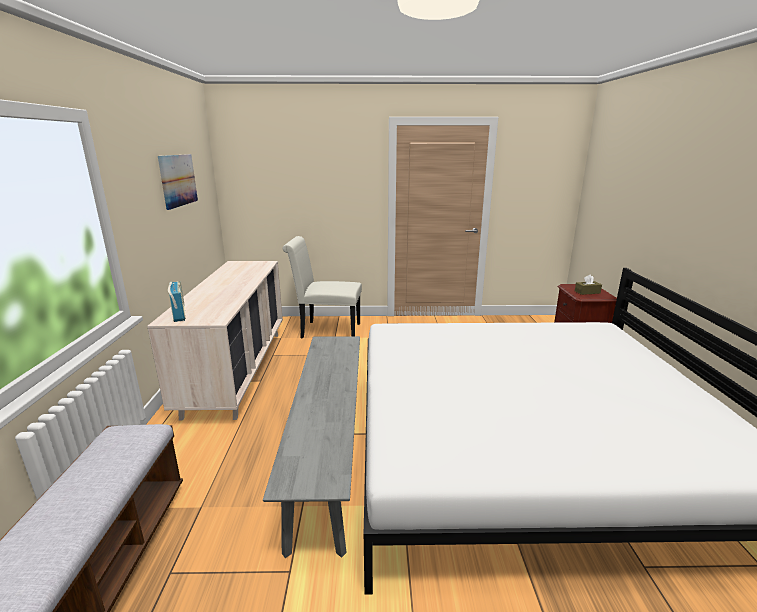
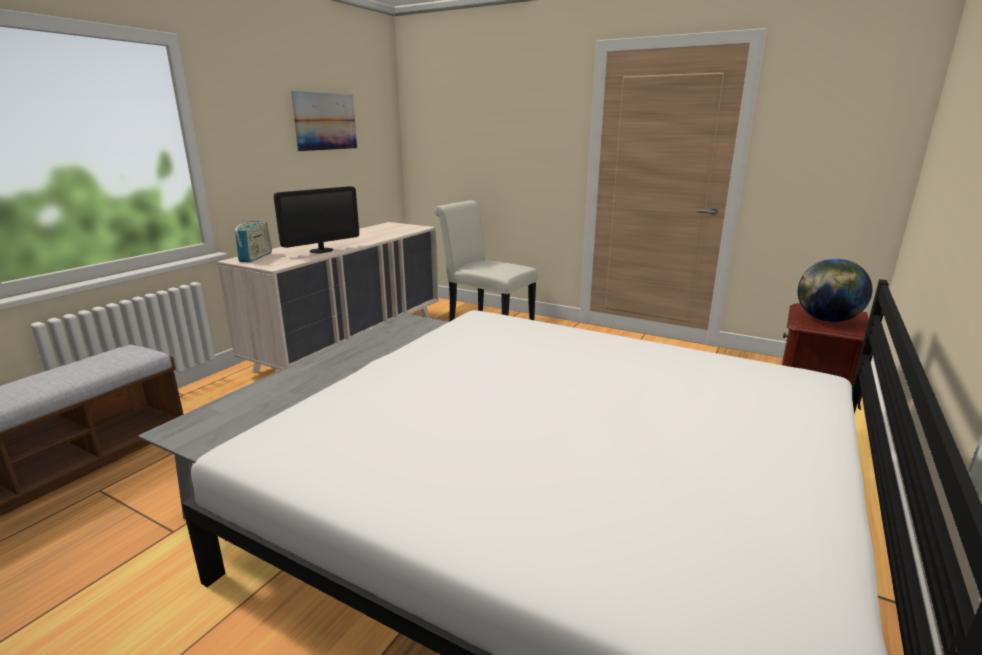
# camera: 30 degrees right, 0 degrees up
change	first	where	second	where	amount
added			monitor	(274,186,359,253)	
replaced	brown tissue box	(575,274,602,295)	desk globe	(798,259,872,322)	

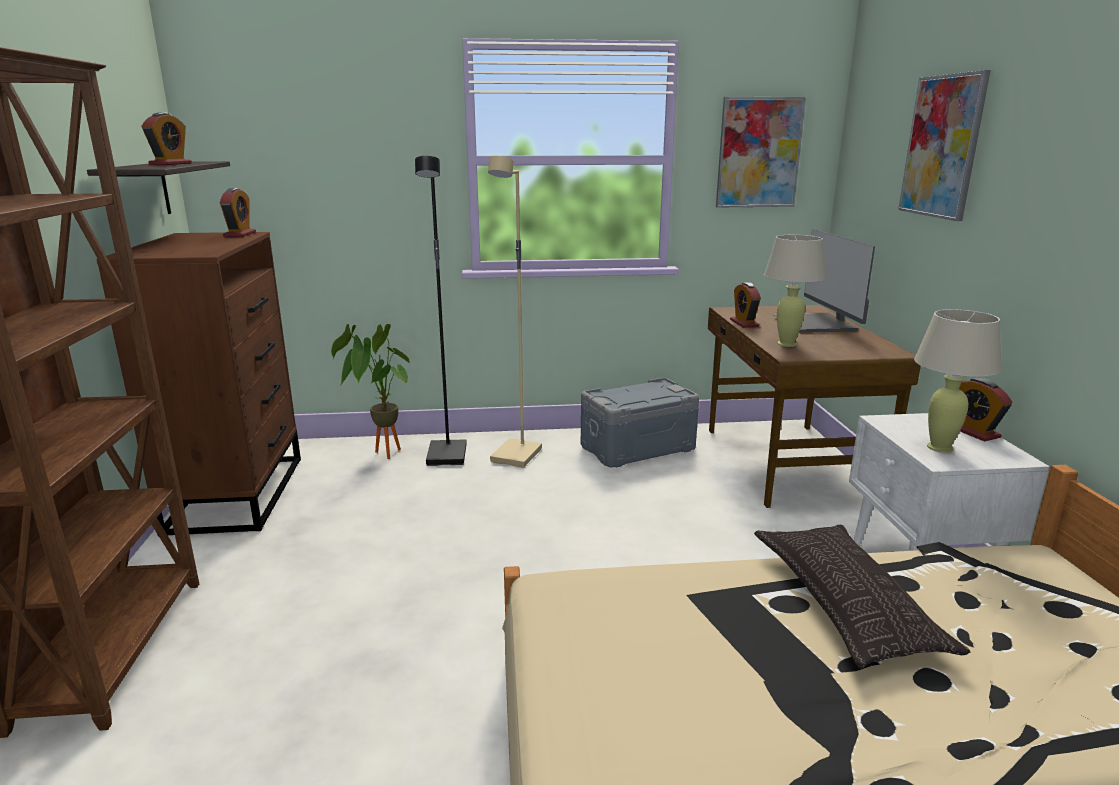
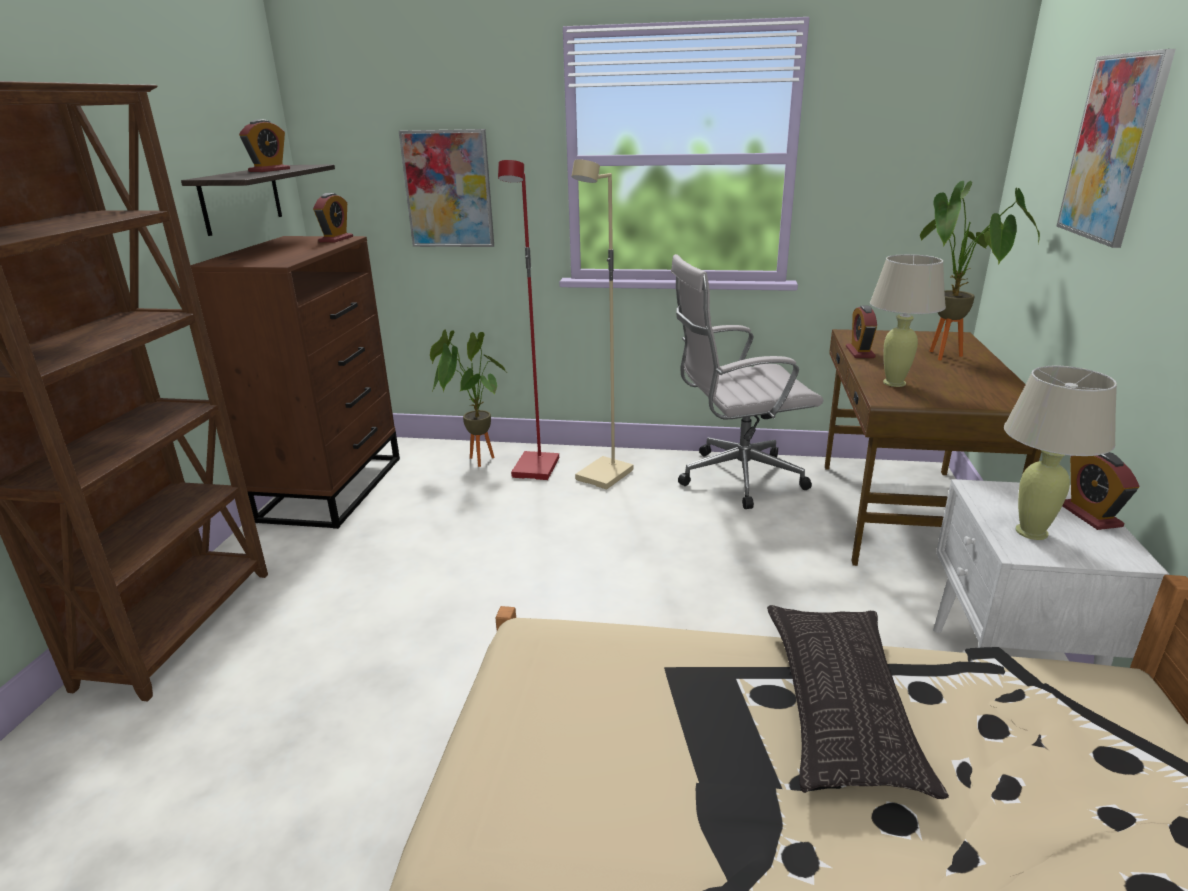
# camera: 15 degrees right, 5 degrees up
change	first	where	second	where	amount
moved	picture	(716,97,806,207)		(399,129,494,247)	
recoloured	blackish floor lamp	(415,156,467,466)	red-coloured floor lamp	(498,160,559,480)	
replaced	gray storage box	(581,378,699,468)	white desk chair	(671,254,823,509)	
replaced	monitor	(774,229,875,332)	plant in a pot	(920,181,1040,360)	

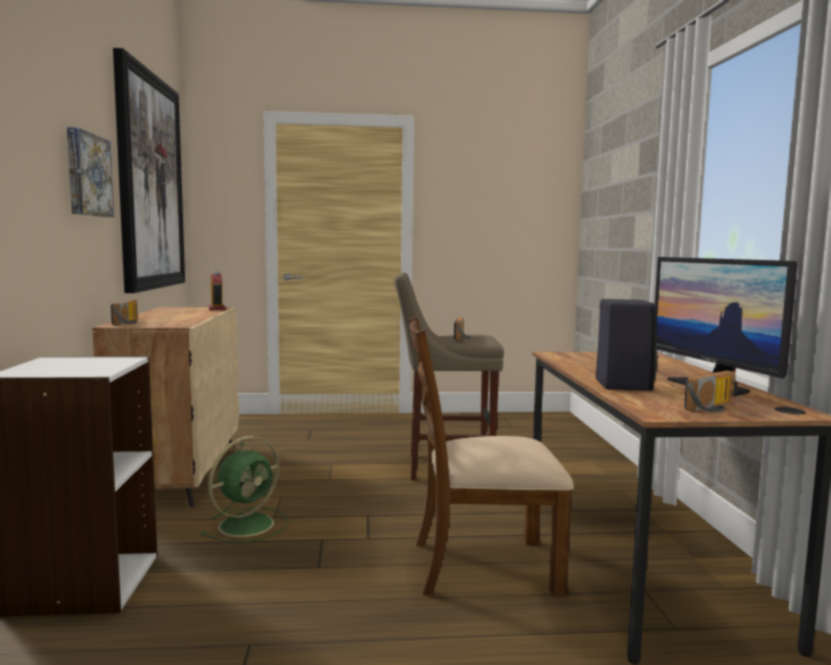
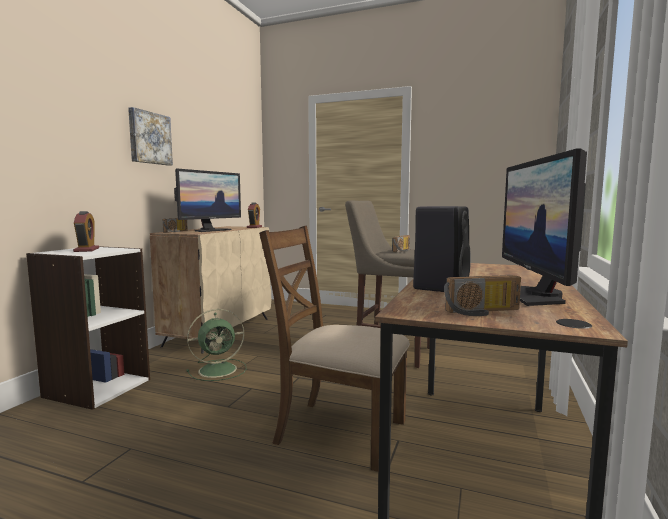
# camera: 25 degrees right, 0 degrees up
change	first	where	second	where	amount
added			alarm clock	(73,211,99,252)	
added			monitor	(174,169,241,232)	
removed	picture	(113,48,185,293)			

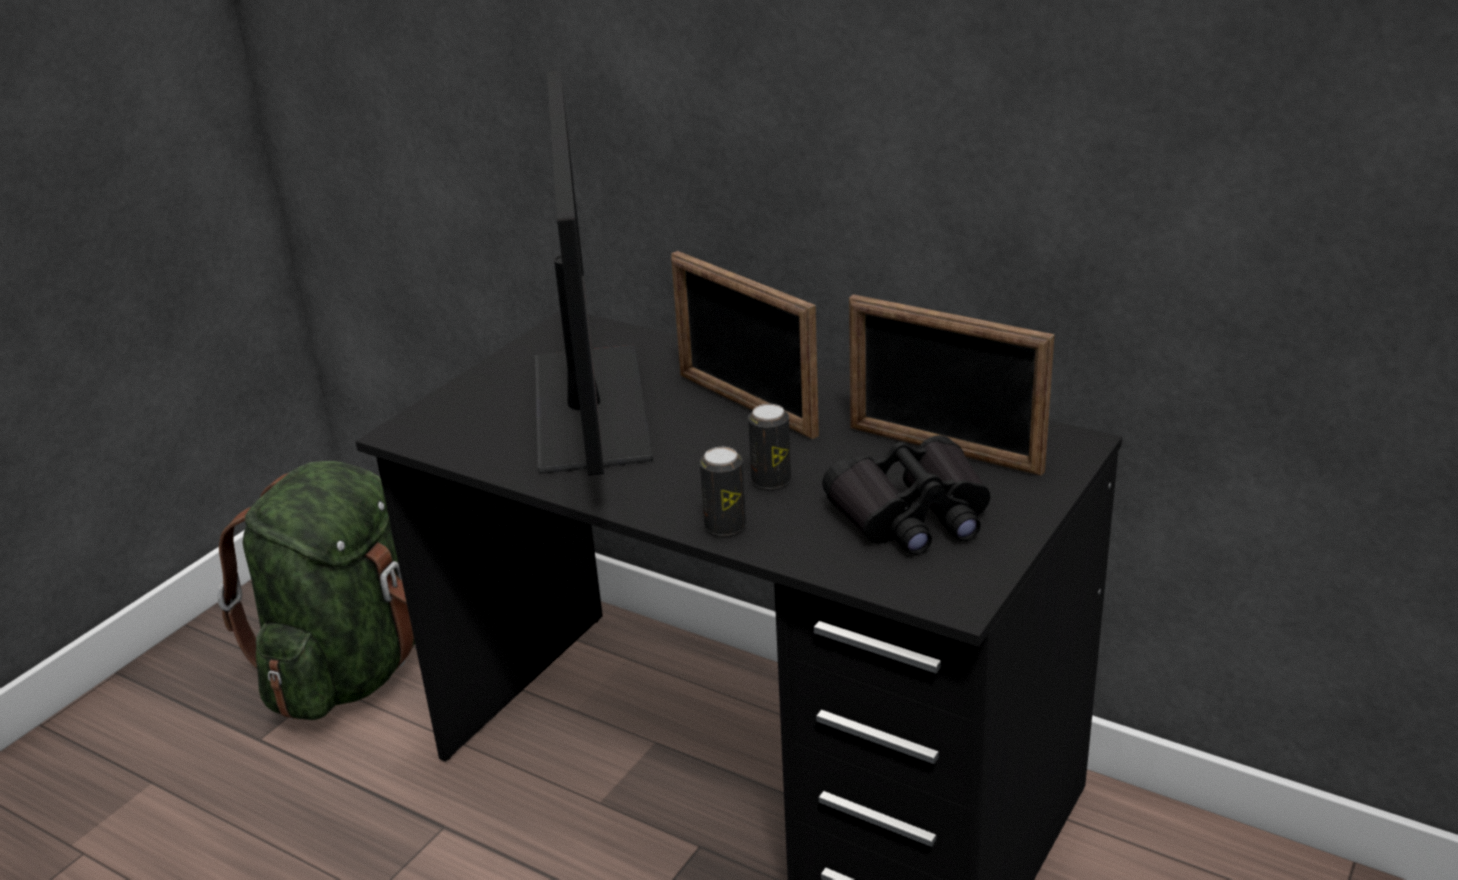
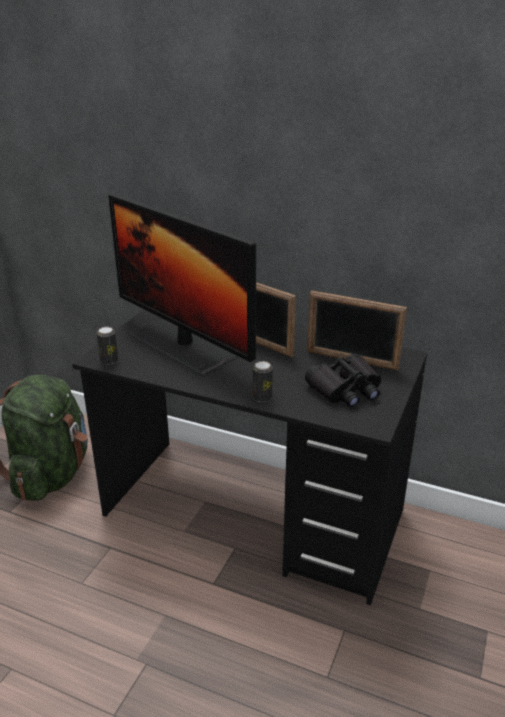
# camera: 10 degrees left, 0 degrees up
change	first	where	second	where	amount
moved	sealed can	(748,404,791,489)		(97,327,118,365)	
turned	monitor	(535,70,653,476)		(108,194,256,375)	150 degrees clockwise

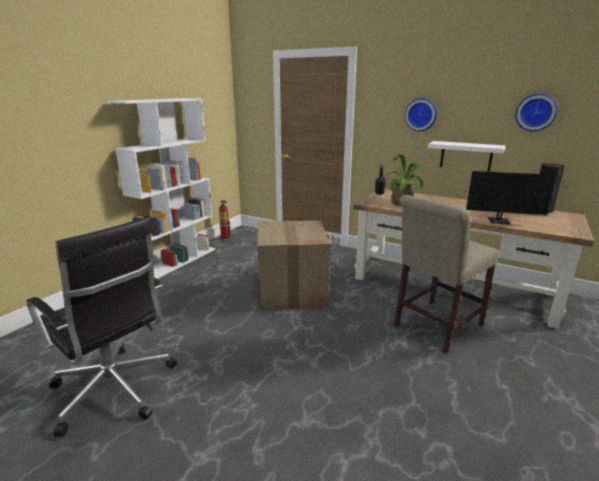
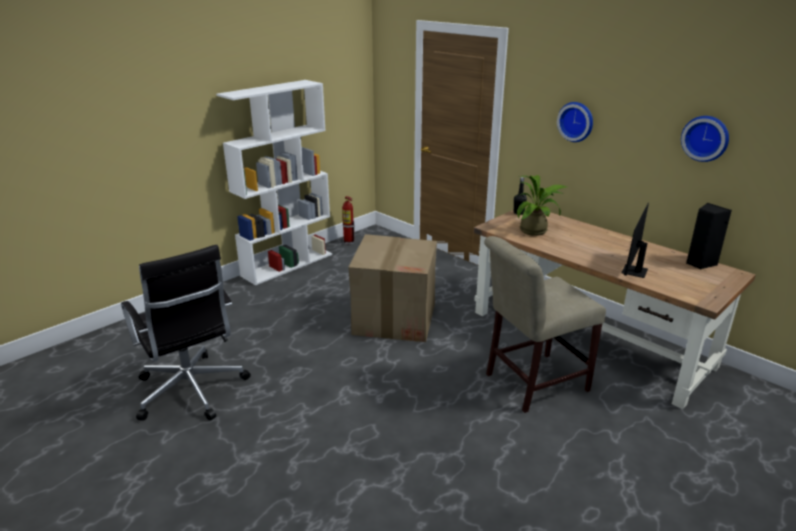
# camera: 15 degrees right, 5 degrees up
change	first	where	second	where	amount
turned	monitor	(466,171,573,225)		(622,202,649,278)	90 degrees clockwise
removed	white bracket shelf	(428,141,506,172)			

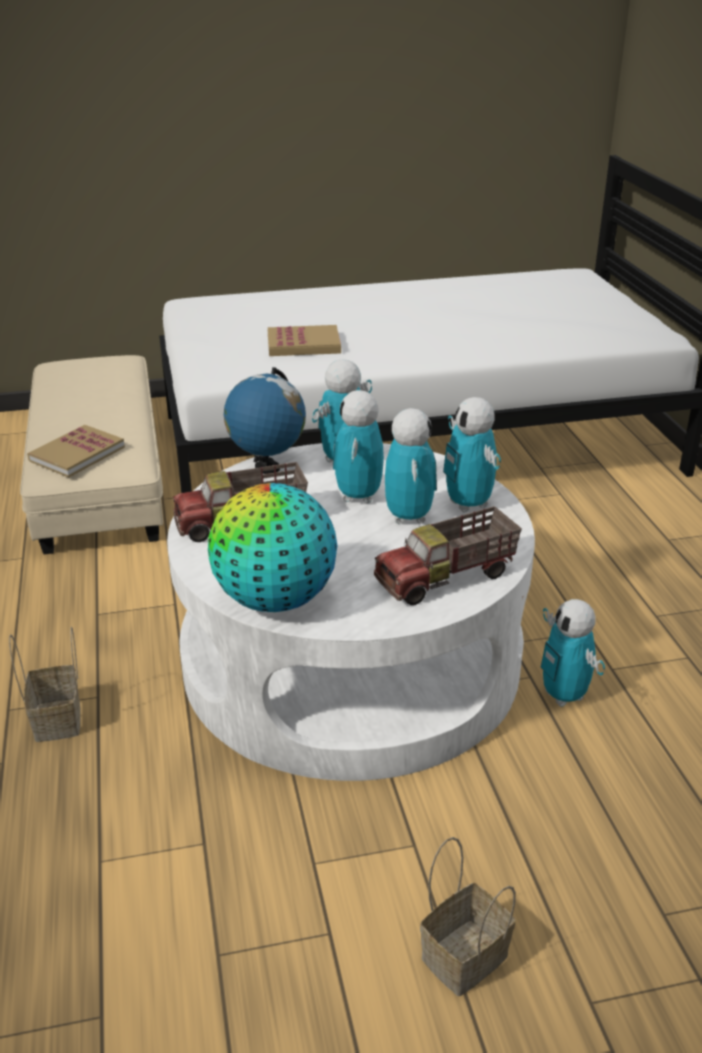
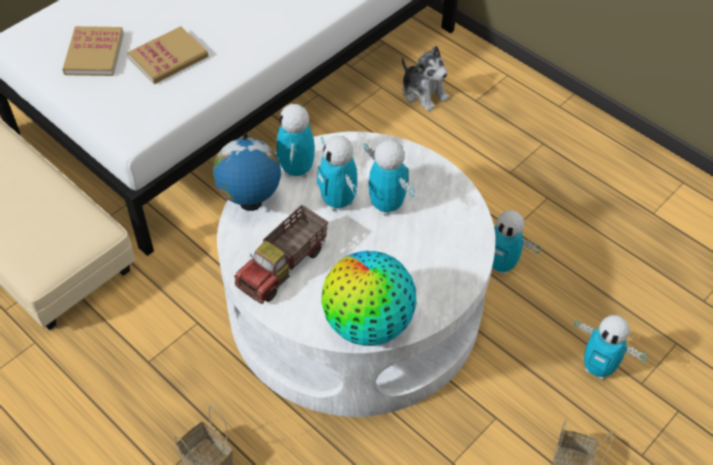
# camera: 35 degrees left, 20 degrees up
change	first	where	second	where	amount
moved	bound book	(27,425,125,477)		(62,26,124,76)	
added			soft toy	(402,46,449,111)	
moved	toy robot	(443,397,501,513)		(574,315,647,380)	
removed	toy lorry	(374,506,522,605)			

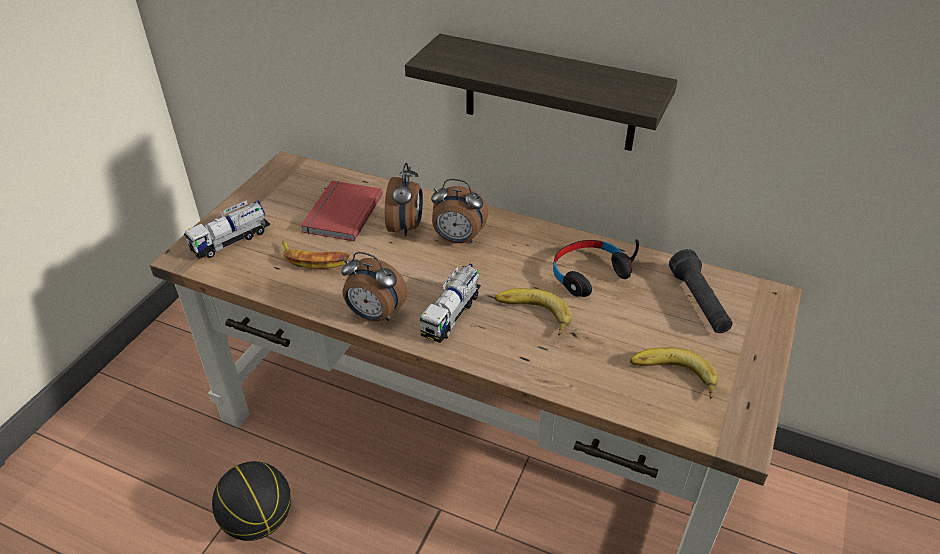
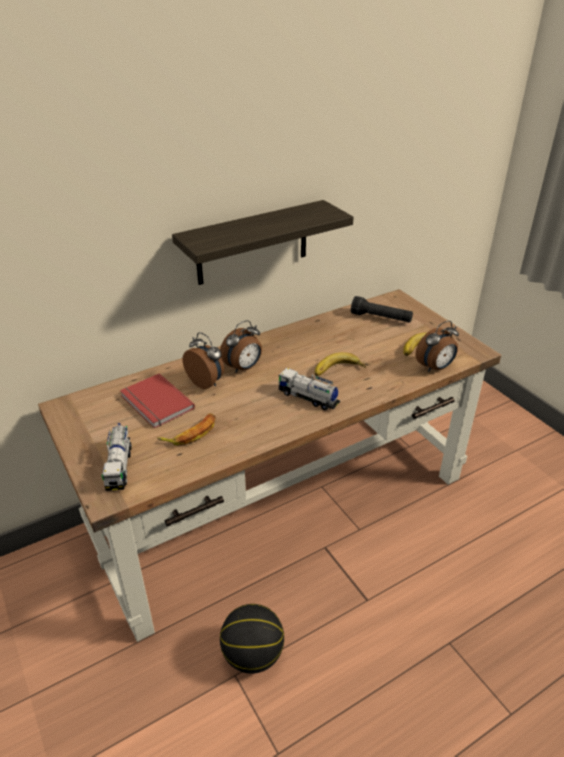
# camera: 55 degrees left, 5 degrees down
change	first	where	second	where	amount
turned	toy lorry	(420,264,481,343)		(279,368,340,410)	150 degrees clockwise
moved	alarm clock	(341,252,408,321)		(416,321,459,372)	
removed	blackish headset	(553,239,639,297)			

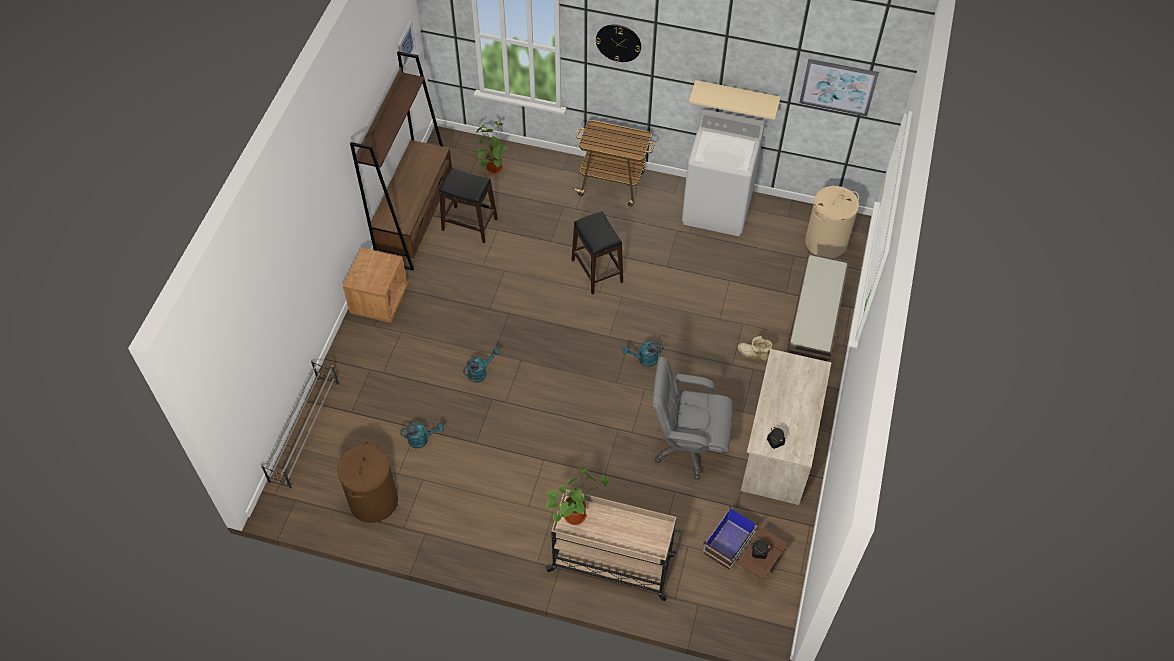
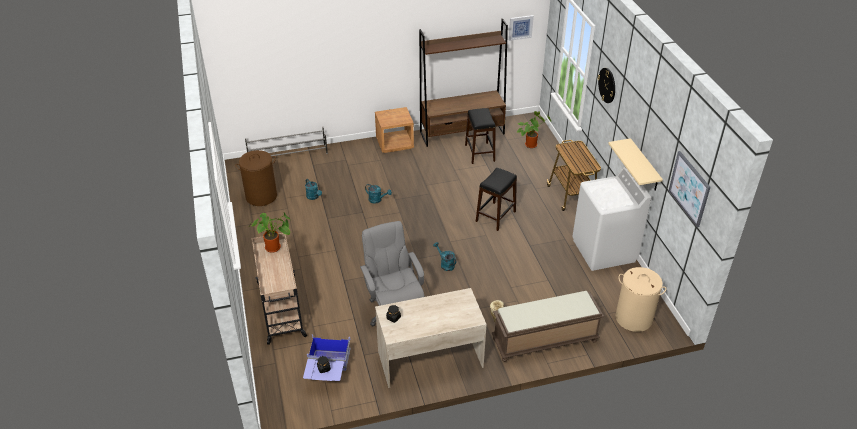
# camera: 60 degrees right, 15 degrees down
change	first	where	second	where	amount
recoloured	brown storage box	(703,504,787,579)	blue storage box	(303,334,351,381)	

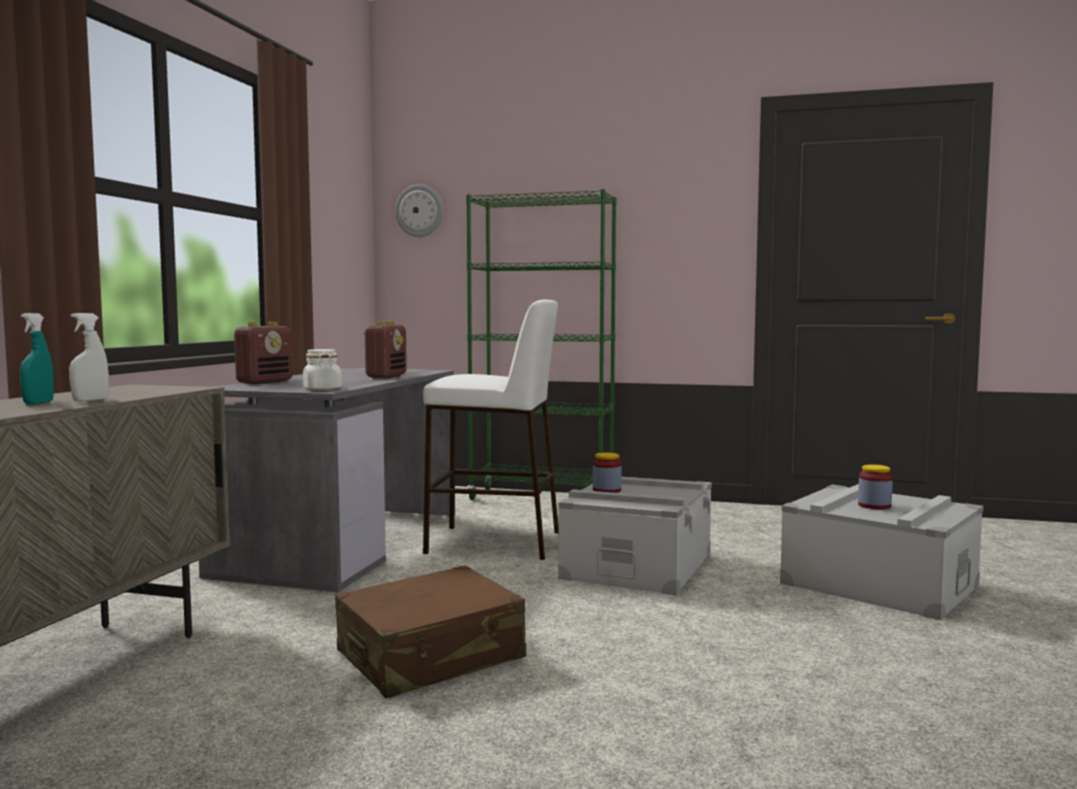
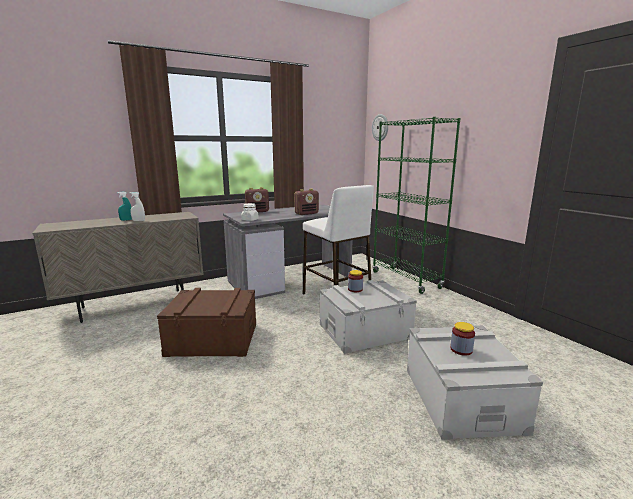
# camera: 45 degrees right, 10 degrees up
change	first	where	second	where	amount
replaced	brown suitcase	(335,565,526,698)	brown storage box	(157,288,256,357)	

